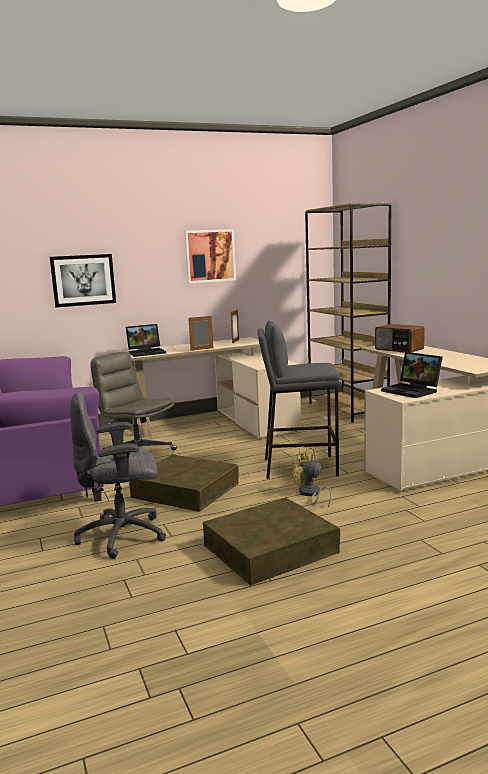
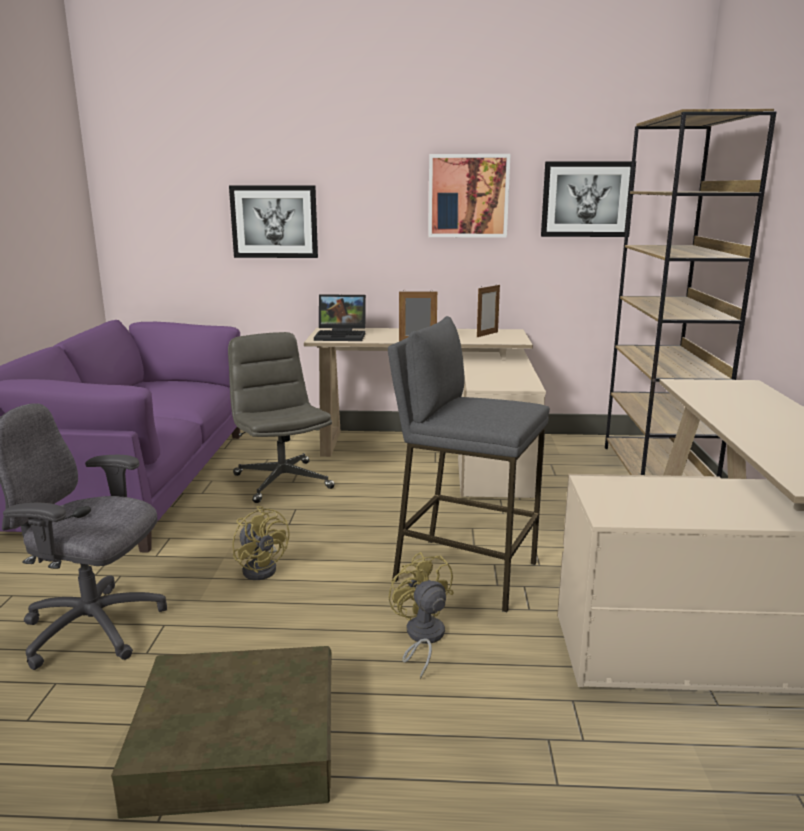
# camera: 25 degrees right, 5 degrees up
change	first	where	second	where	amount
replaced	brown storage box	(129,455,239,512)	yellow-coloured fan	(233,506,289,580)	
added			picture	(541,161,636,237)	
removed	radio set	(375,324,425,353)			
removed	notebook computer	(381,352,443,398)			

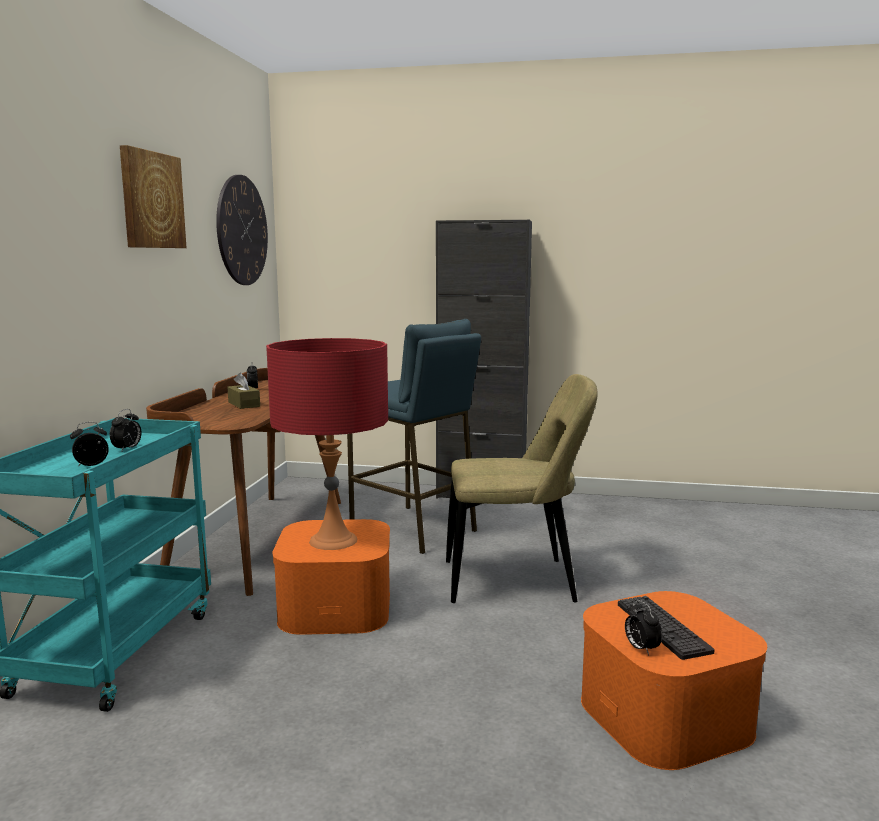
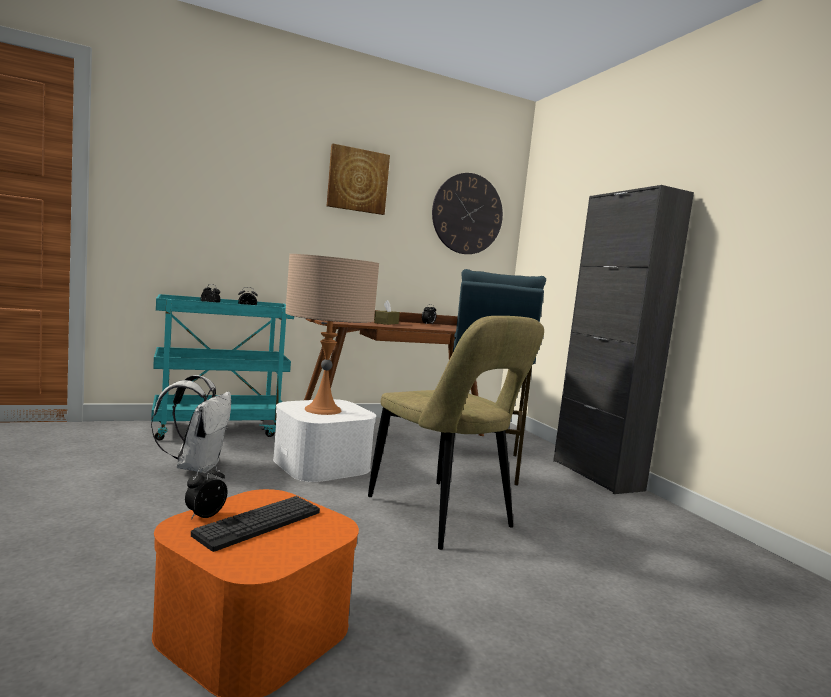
# camera: 55 degrees right, 5 degrees down
change	first	where	second	where	amount
added			white knapsack	(151,375,231,473)	
recoloured	orangey storage box	(272,519,390,635)	white storage box	(273,399,376,482)	
recoloured	red-coloured tabletop lamp	(266,338,388,550)	beige tabletop lamp	(285,254,379,415)	

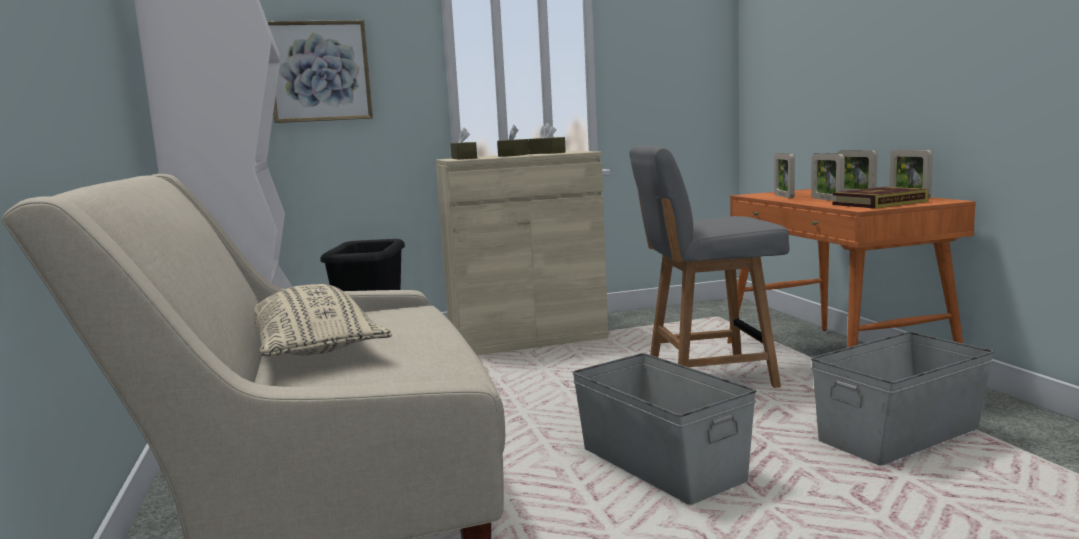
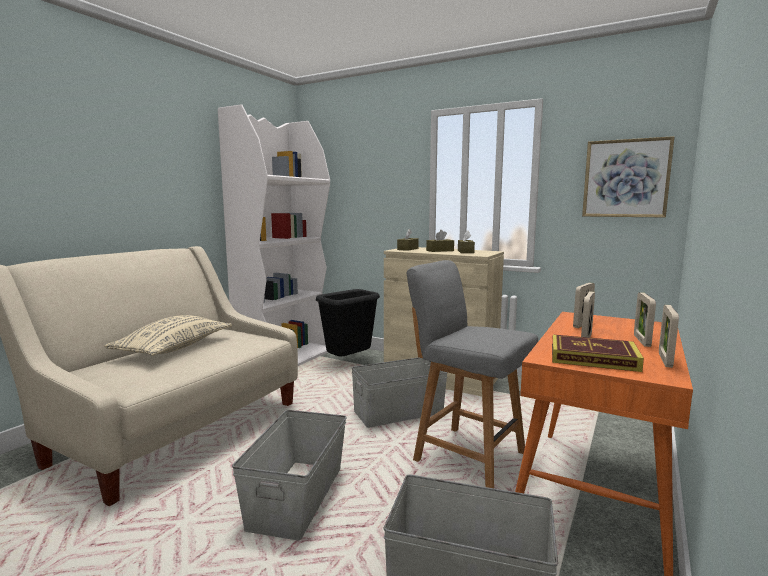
# camera: 45 degrees right, 0 degrees up
change	first	where	second	where	amount
added			gray storage box	(352,357,448,428)	
moved	picture	(267,20,373,123)		(582,136,675,218)	

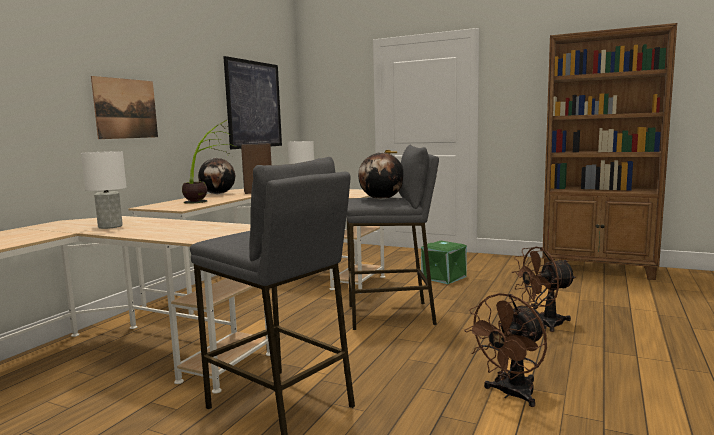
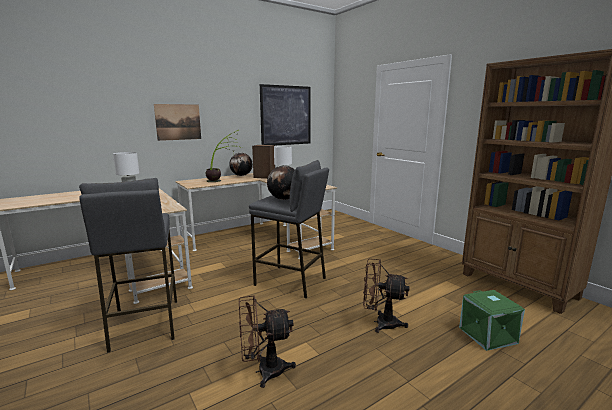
# camera: 30 degrees right, 5 degrees up
change	first	where	second	where	amount
moved	green-coloured storage box	(421,241,467,284)		(459,290,525,351)	

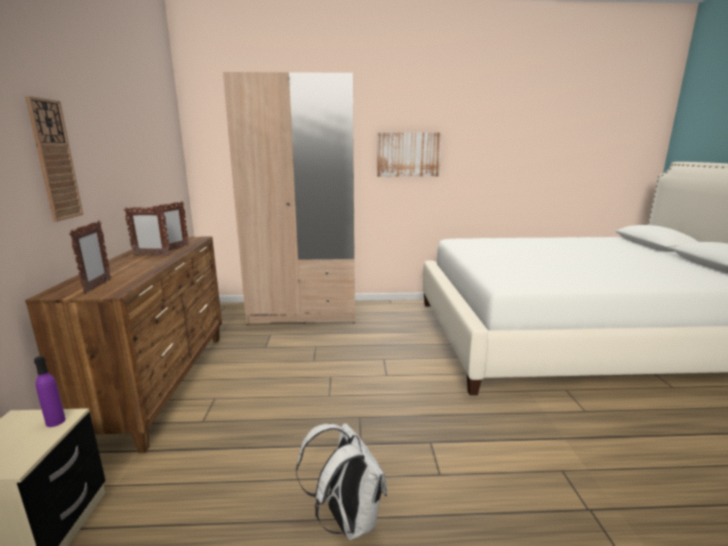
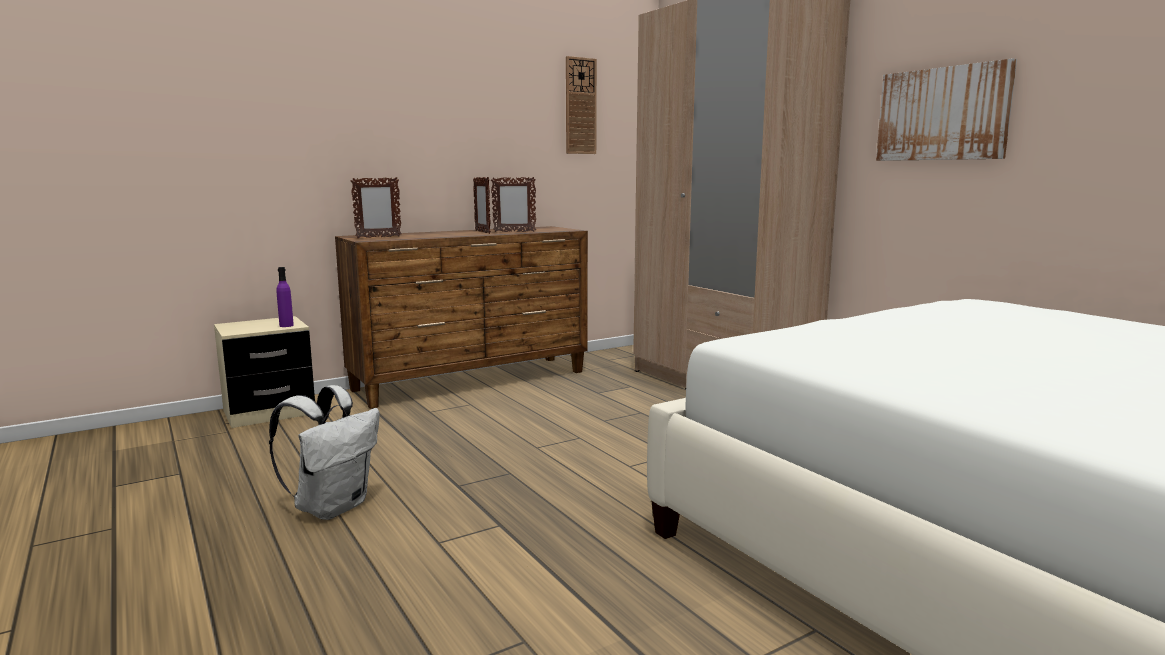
# camera: 60 degrees right, 5 degrees down
change	first	where	second	where	amount
moved	hanging clock	(25,96,83,222)		(566,56,597,154)	

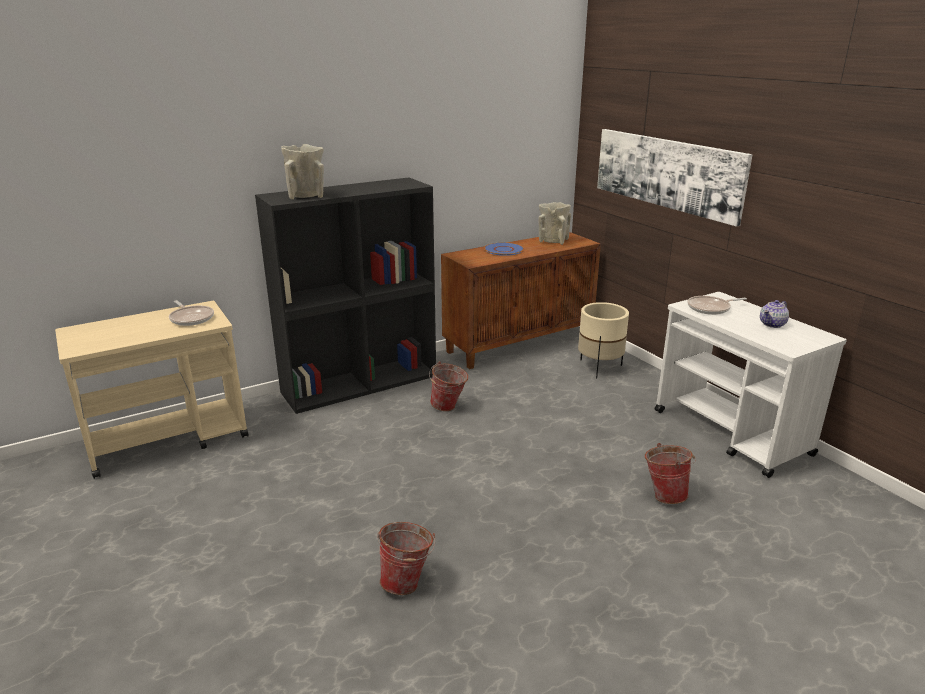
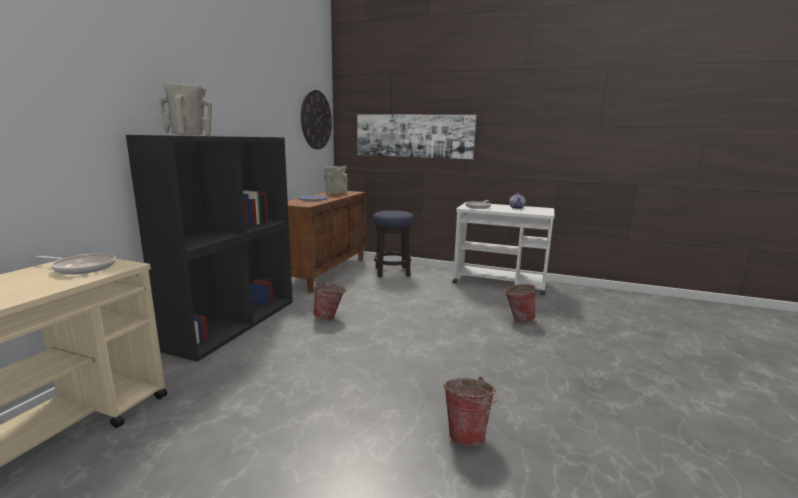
# camera: 40 degrees left, 10 degrees down
change	first	where	second	where	amount
added			hanging clock	(301,90,332,149)	
replaced	beige plant pot	(578,302,629,378)	stool	(373,210,414,277)	

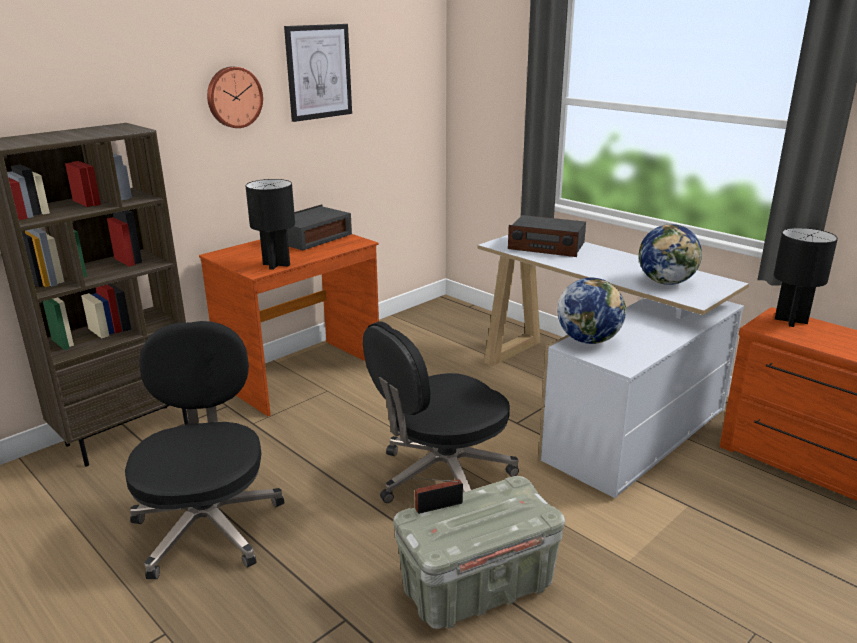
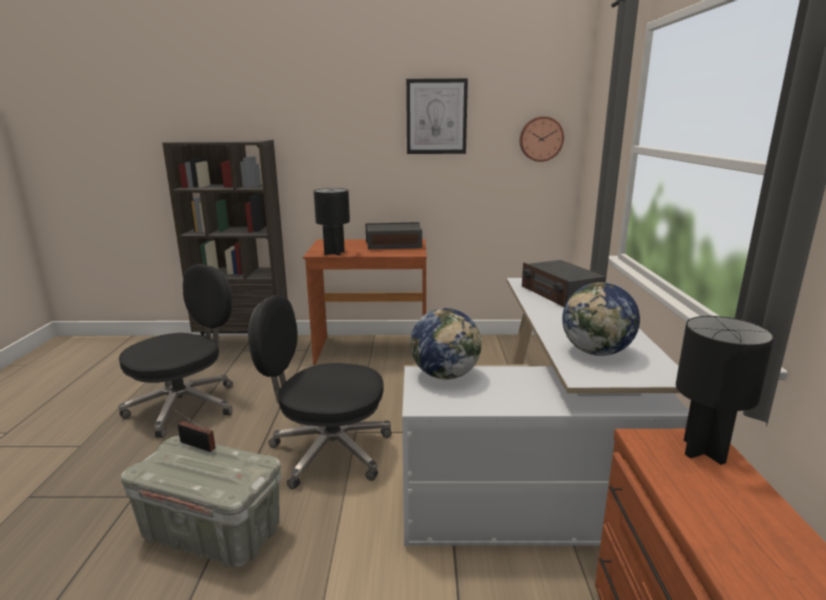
# camera: 45 degrees right, 5 degrees down
change	first	where	second	where	amount
moved	hanging clock	(207,67,263,128)		(520,116,564,162)	

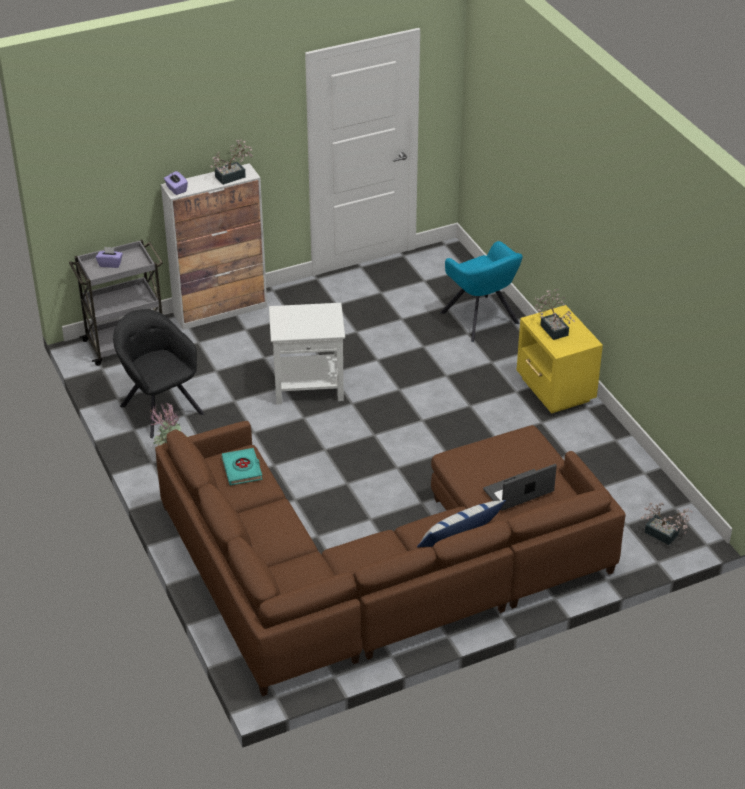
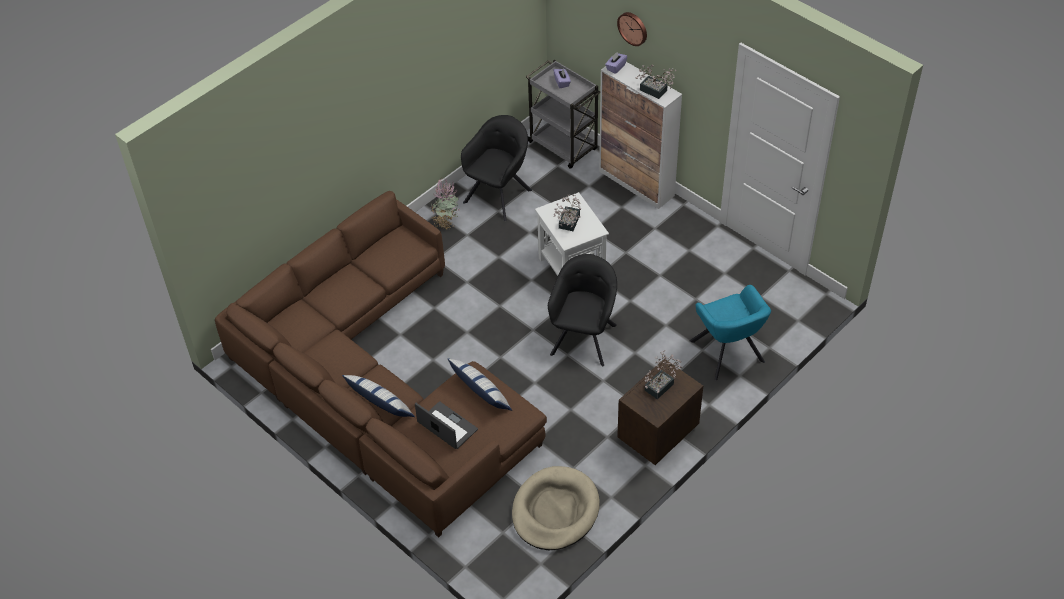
# camera: 70 degrees right, 10 degrees up
change	first	where	second	where	amount
added			cushion	(448,358,512,411)	
added			beige pet bed	(512,466,600,550)	
added			blackish lounge chair	(548,254,617,366)	
moved	plant in a pot	(641,503,693,545)		(554,194,581,231)	
added			hanging clock	(617,12,647,46)	
recoloured	yellow-coloured nightstand	(517,305,603,414)	brown nightstand	(617,359,703,465)	
turned	turquoise lounge chair	(440,241,523,342)		(690,285,771,381)	60 degrees counterclockwise
removed	turquoise bound book	(221,448,263,485)			

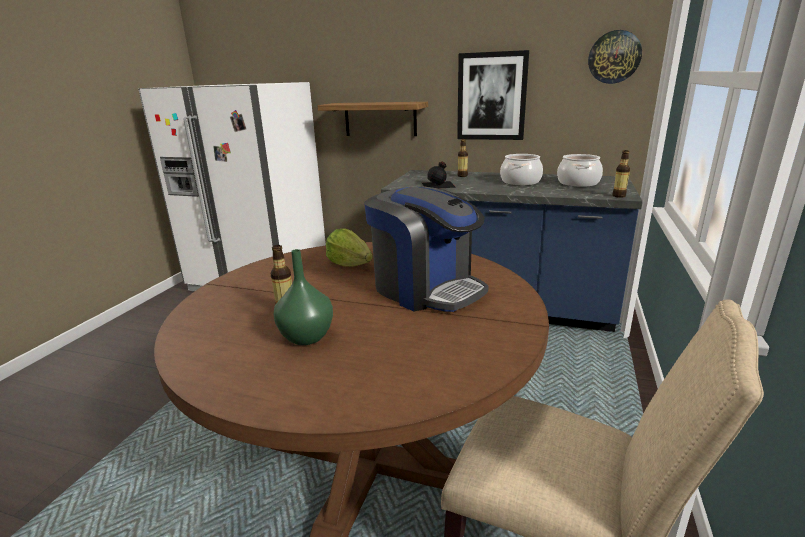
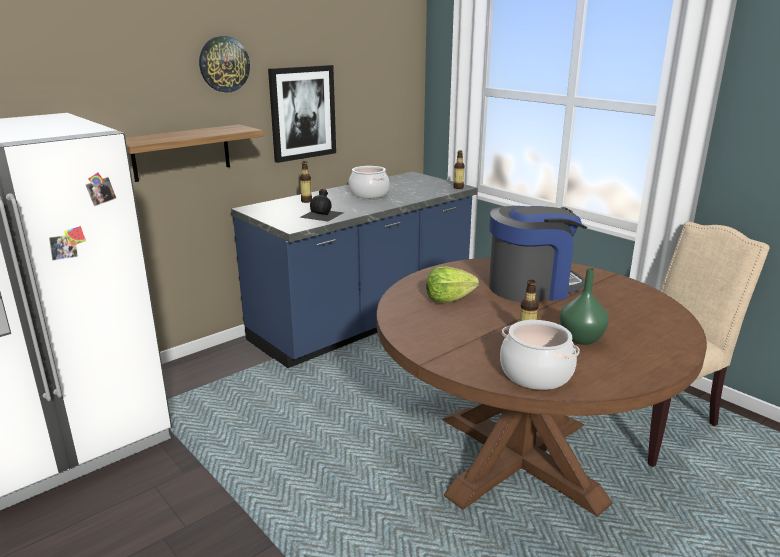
# camera: 60 degrees left, 0 degrees up
change	first	where	second	where	amount
moved	hanging clock	(588,30,642,84)		(199,36,250,93)	
moved	cooking pot	(557,154,603,187)		(500,320,580,390)	

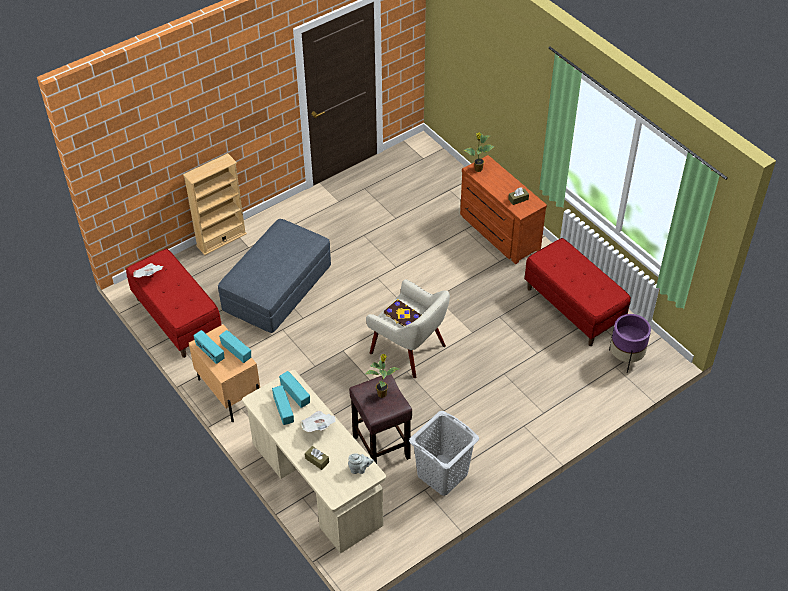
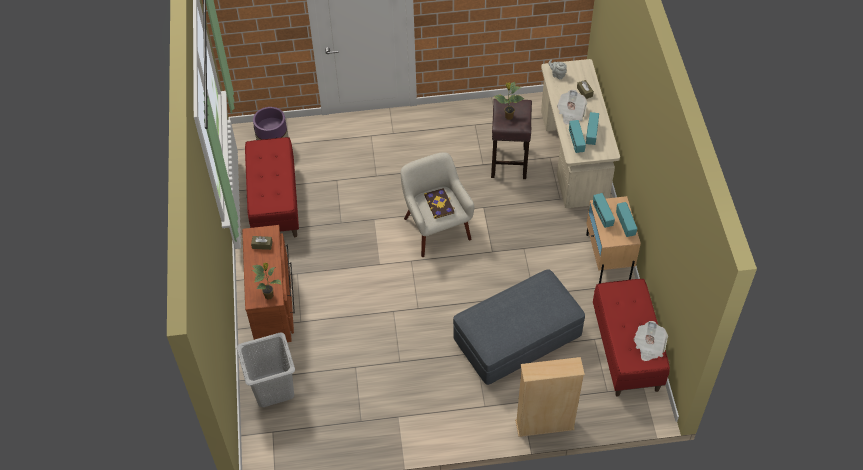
# camera: 150 degrees left, 5 degrees up
change	first	where	second	where	amount
moved	gray washing basket	(409,411,479,496)		(236,332,295,407)	

